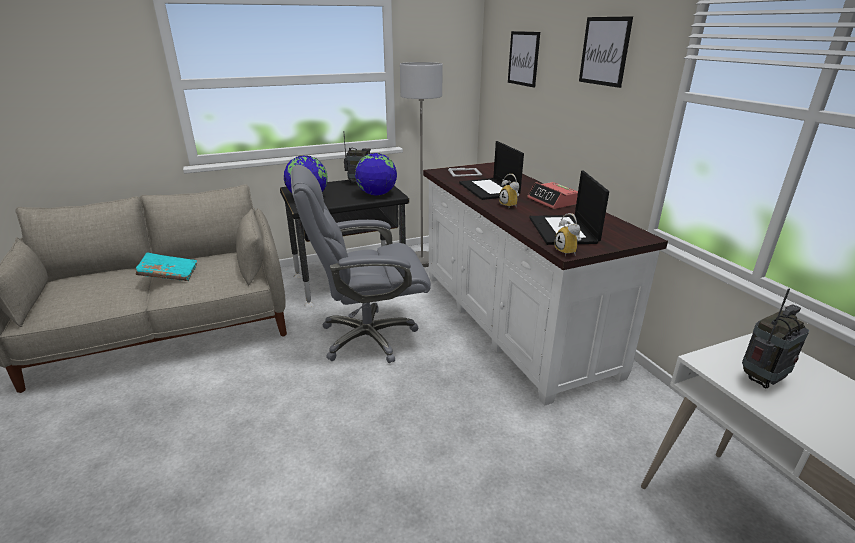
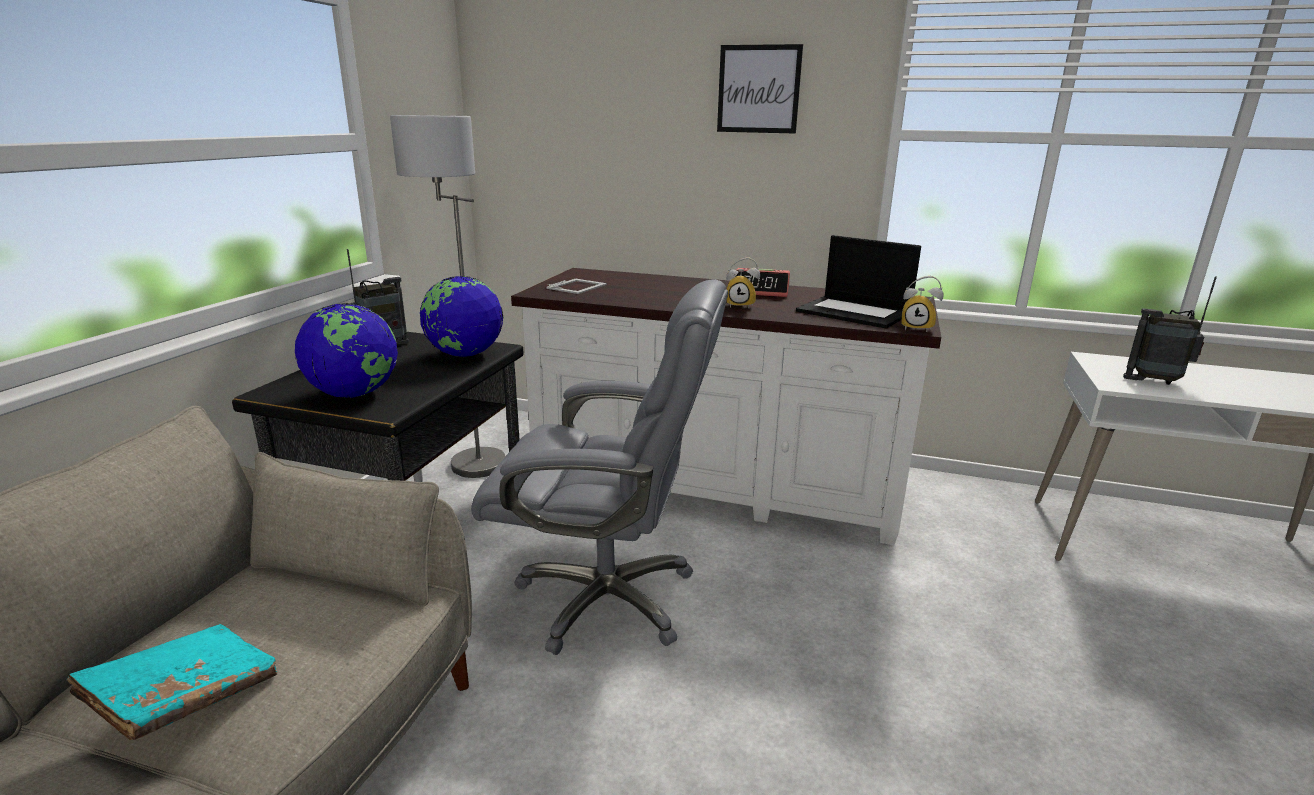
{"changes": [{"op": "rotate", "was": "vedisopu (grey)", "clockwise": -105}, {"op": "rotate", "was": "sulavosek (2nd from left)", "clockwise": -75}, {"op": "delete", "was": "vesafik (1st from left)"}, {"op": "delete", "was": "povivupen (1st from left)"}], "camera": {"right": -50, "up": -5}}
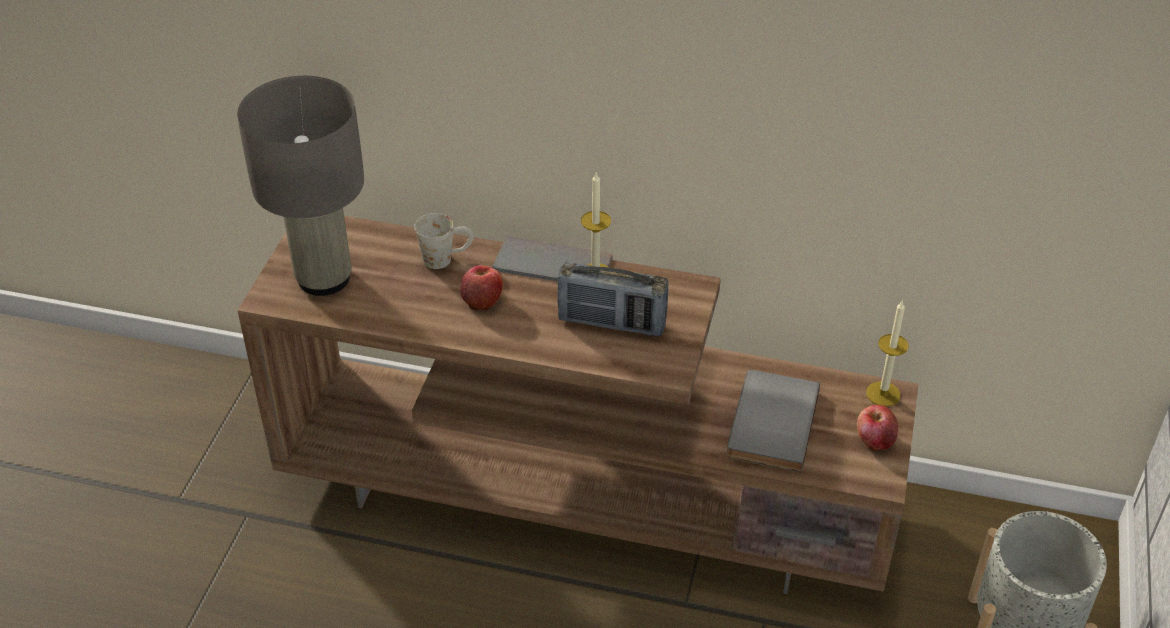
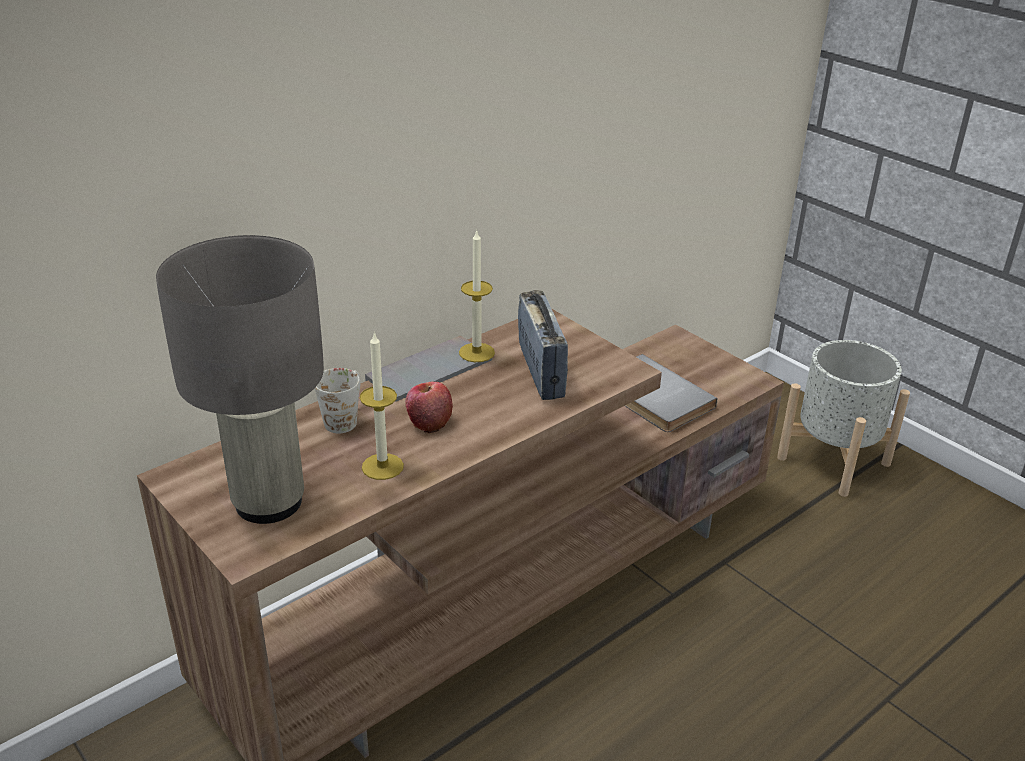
{"changes": [{"op": "move", "was": "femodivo (2nd from left in the first image)", "now": "femodivo (1st from left)"}, {"op": "rotate", "was": "sulavosek", "clockwise": -60}, {"op": "delete", "was": "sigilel (2nd from left)"}], "camera": {"right": -55, "up": -10}}
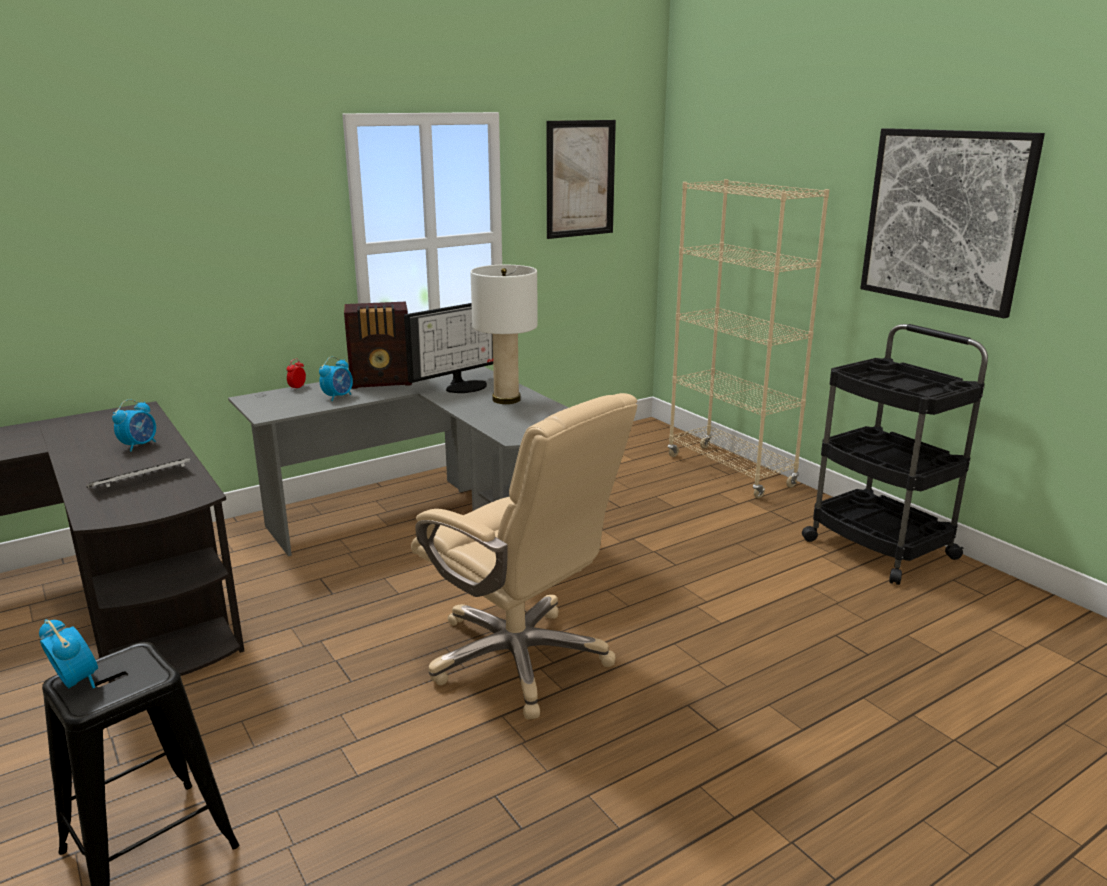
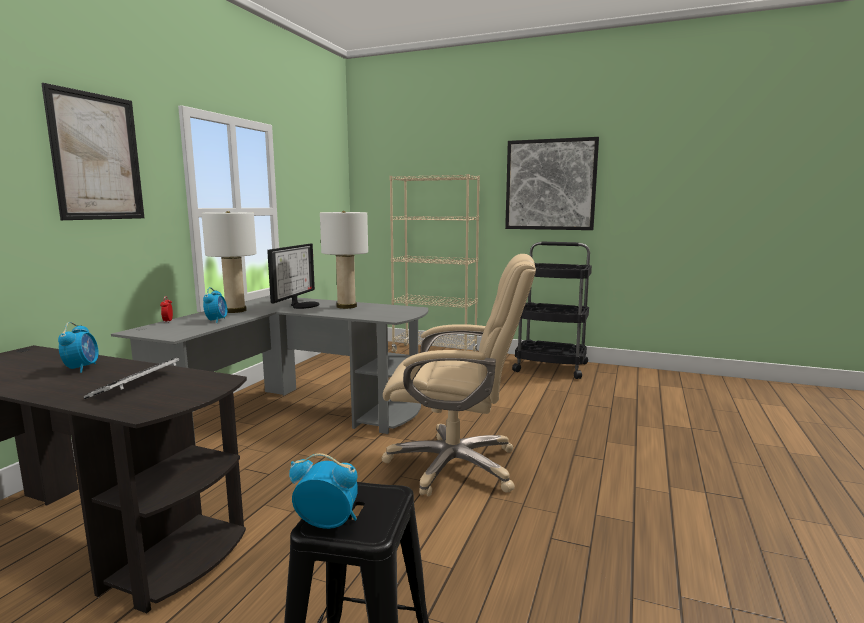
{"changes": [{"op": "move", "was": "povivupen (1st from left)"}, {"op": "replace", "was": "sulavosek", "now": "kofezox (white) (1st from left)"}], "camera": {"right": -35, "up": -10}}
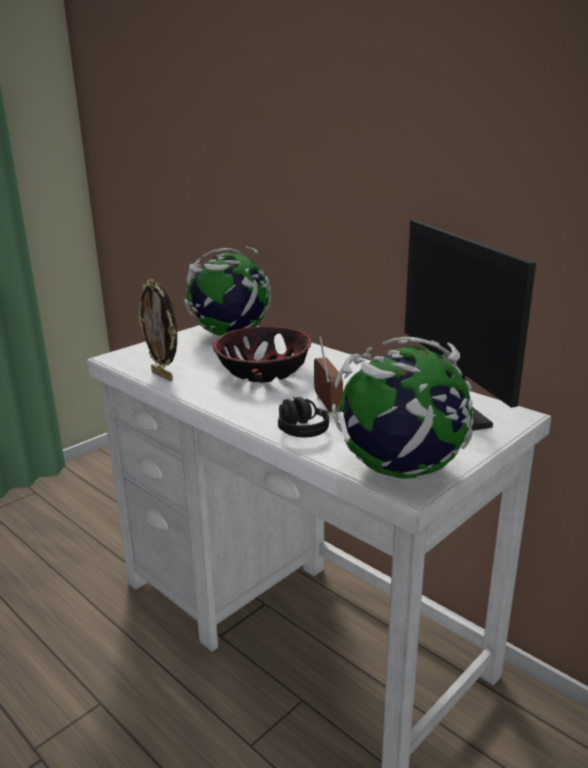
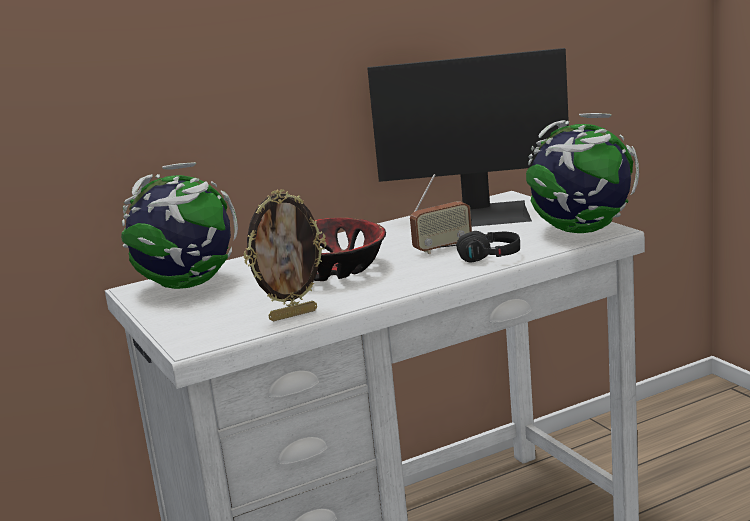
{"changes": [{"op": "rotate", "was": "sulavosek", "clockwise": 150}], "camera": {"right": -70, "up": -5}}
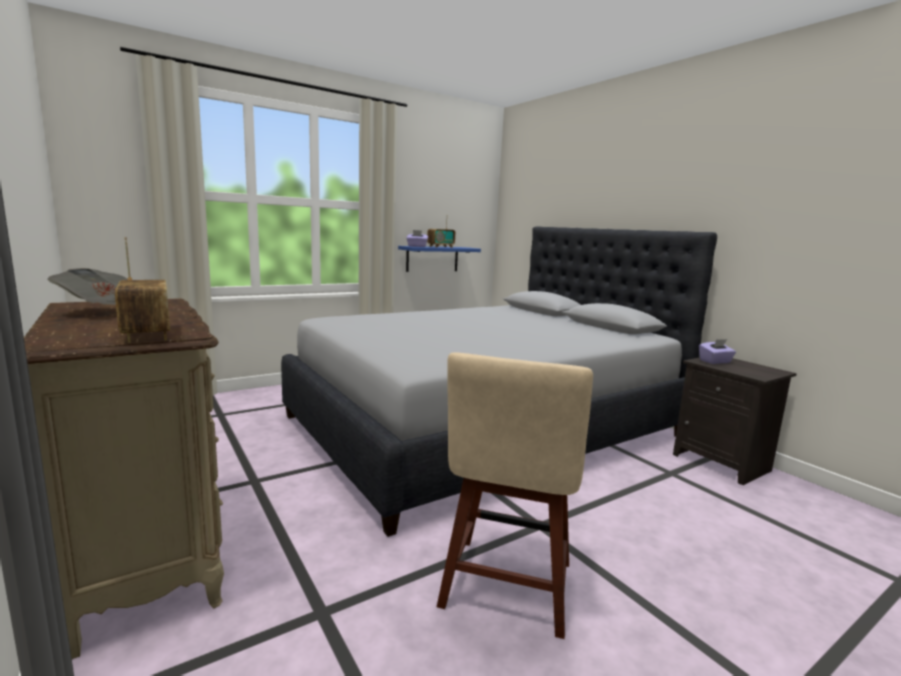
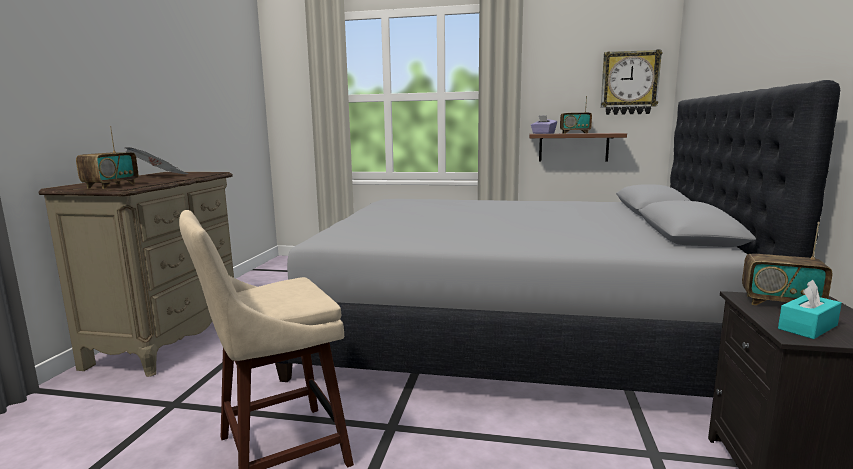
{"changes": [{"op": "recolor", "was": "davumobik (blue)", "now": "davumobik (brown)"}, {"op": "insert", "now": "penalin"}, {"op": "replace", "was": "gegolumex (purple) (2nd from left)", "now": "sulavosek (3rd from left)"}, {"op": "insert", "now": "gegolumex (turquoise)"}], "camera": {"right": 45, "up": 0}}
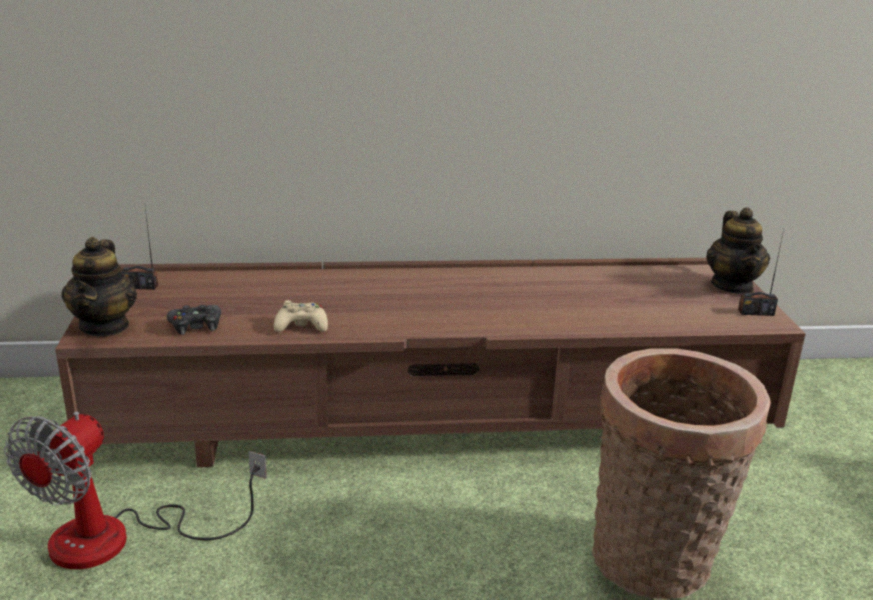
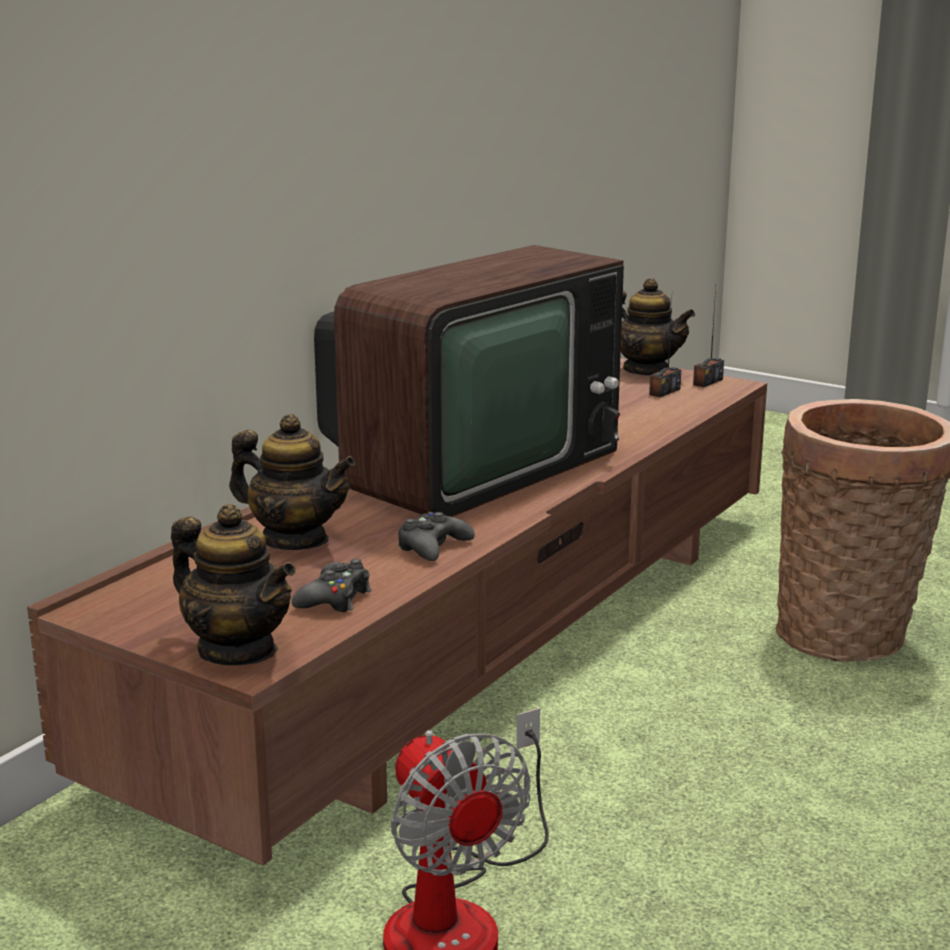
{"changes": [{"op": "insert", "now": "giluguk (2nd from left)"}, {"op": "insert", "now": "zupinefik"}, {"op": "recolor", "was": "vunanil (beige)", "now": "vunanil (black) (2nd from left)"}, {"op": "move", "was": "sulavosek (1st from left)"}], "camera": {"right": -50, "up": -5}}
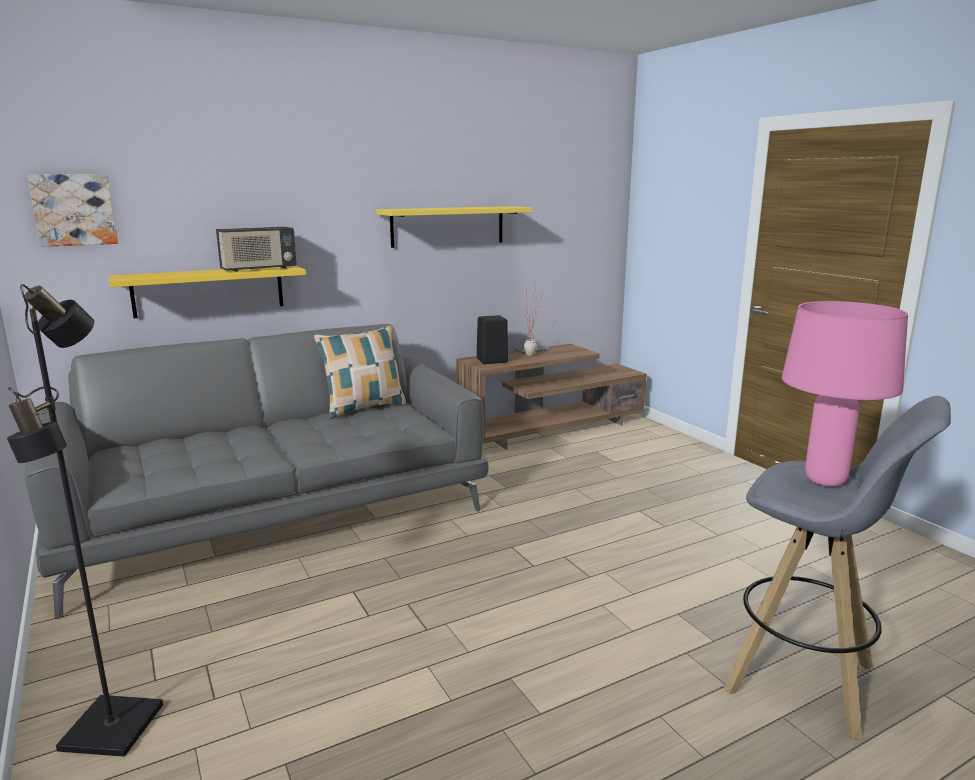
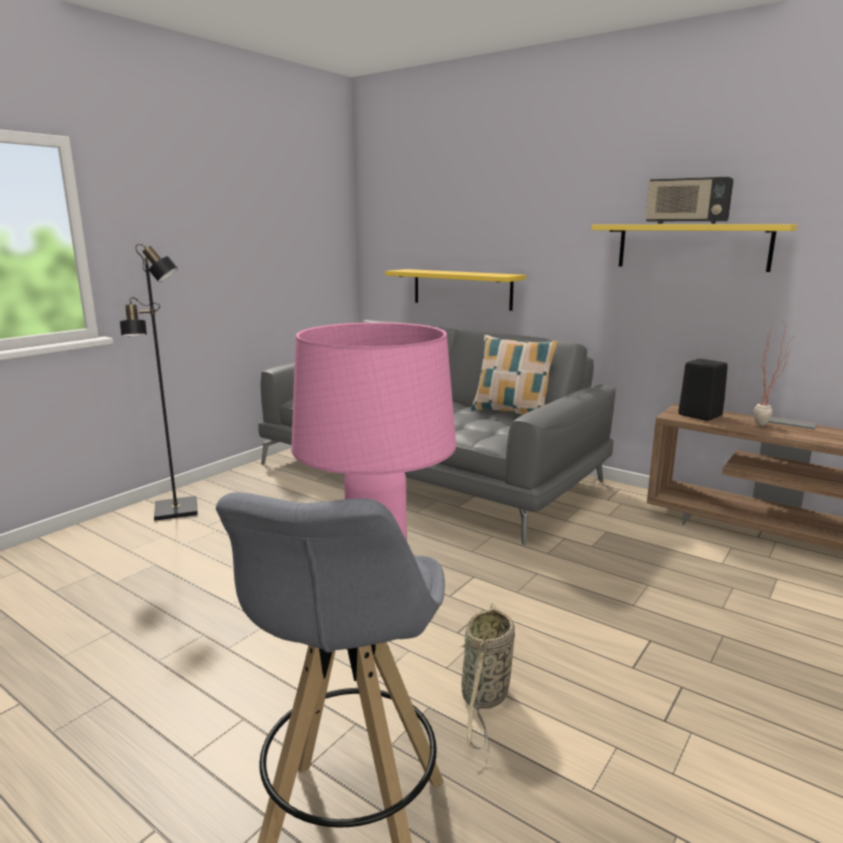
{"changes": [{"op": "insert", "now": "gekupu"}, {"op": "move", "was": "sulavosek"}, {"op": "delete", "was": "povivupen"}], "camera": {"right": 65, "up": 0}}
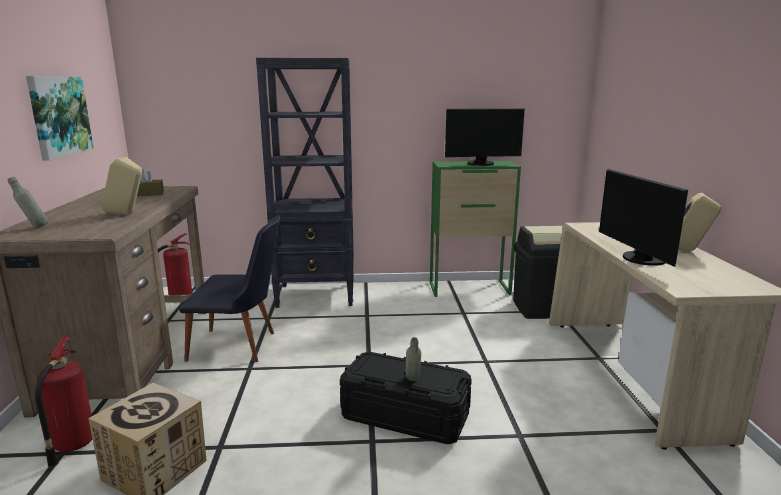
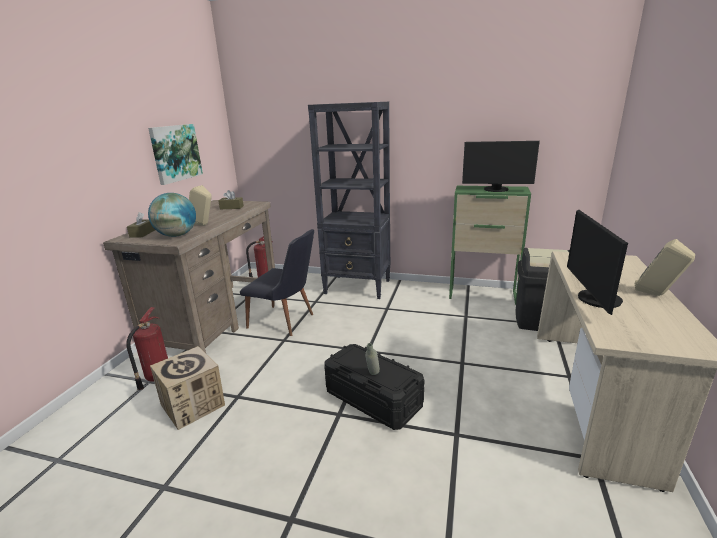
{"changes": [{"op": "replace", "was": "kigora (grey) (1st from left)", "now": "gegolumex (brown) (1st from left)"}, {"op": "insert", "now": "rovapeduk"}], "camera": {"right": 20, "up": 5}}
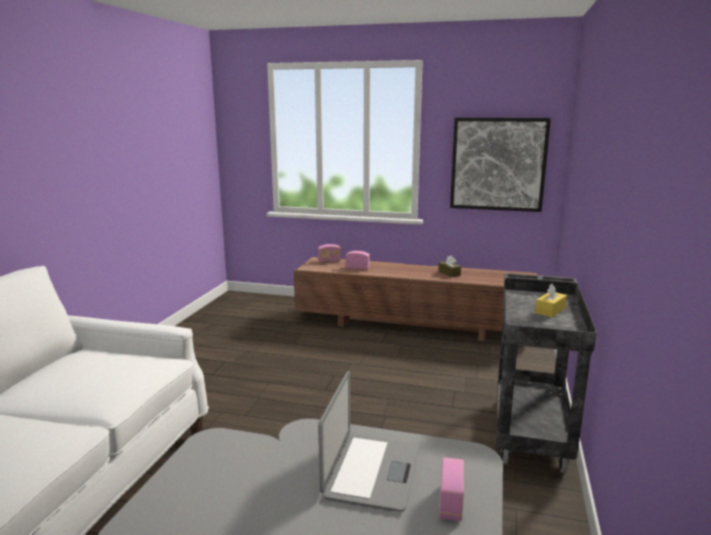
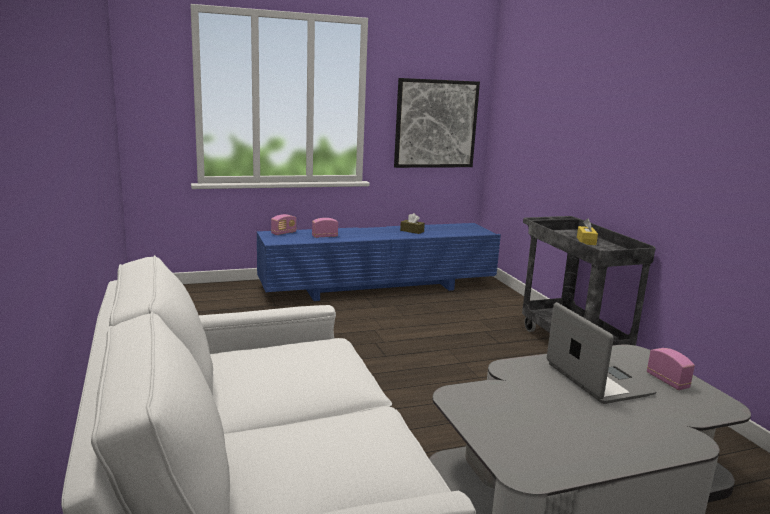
{"changes": [{"op": "recolor", "was": "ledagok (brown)", "now": "ledagok (blue)"}], "camera": {"right": -35, "up": 0}}
